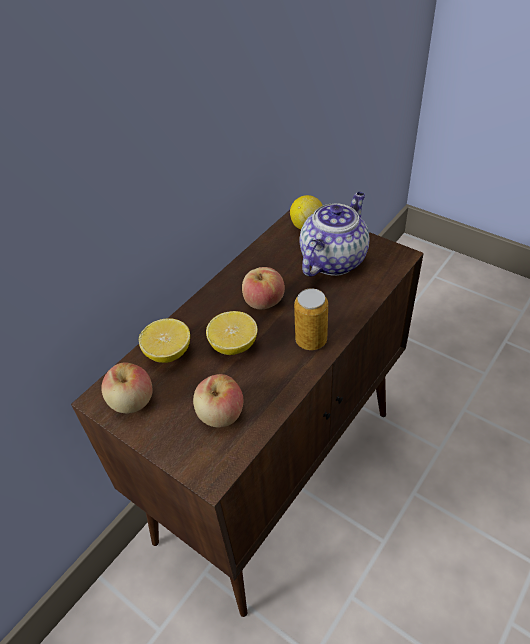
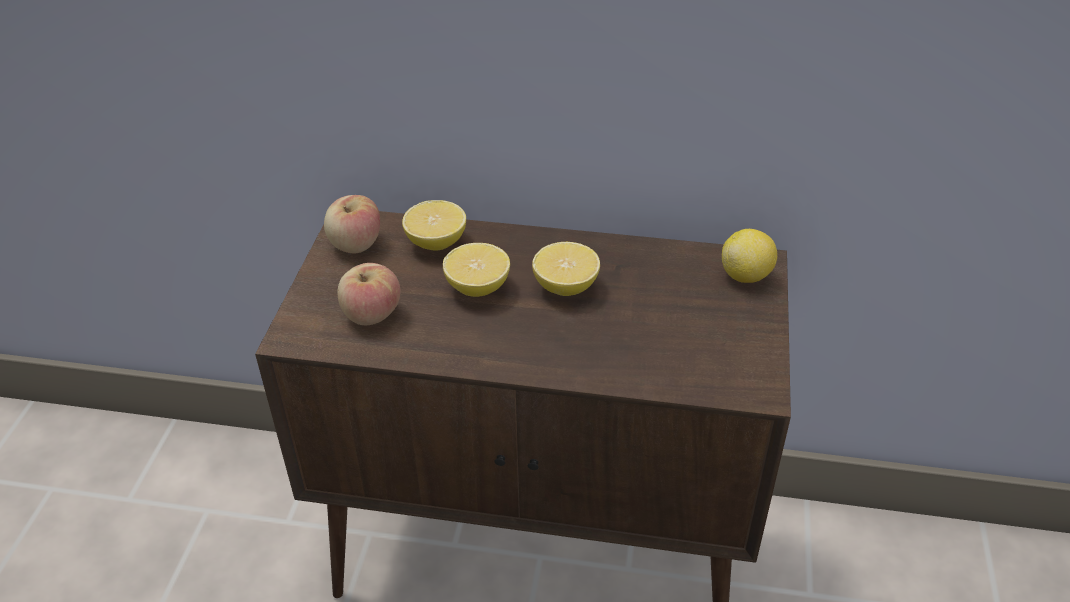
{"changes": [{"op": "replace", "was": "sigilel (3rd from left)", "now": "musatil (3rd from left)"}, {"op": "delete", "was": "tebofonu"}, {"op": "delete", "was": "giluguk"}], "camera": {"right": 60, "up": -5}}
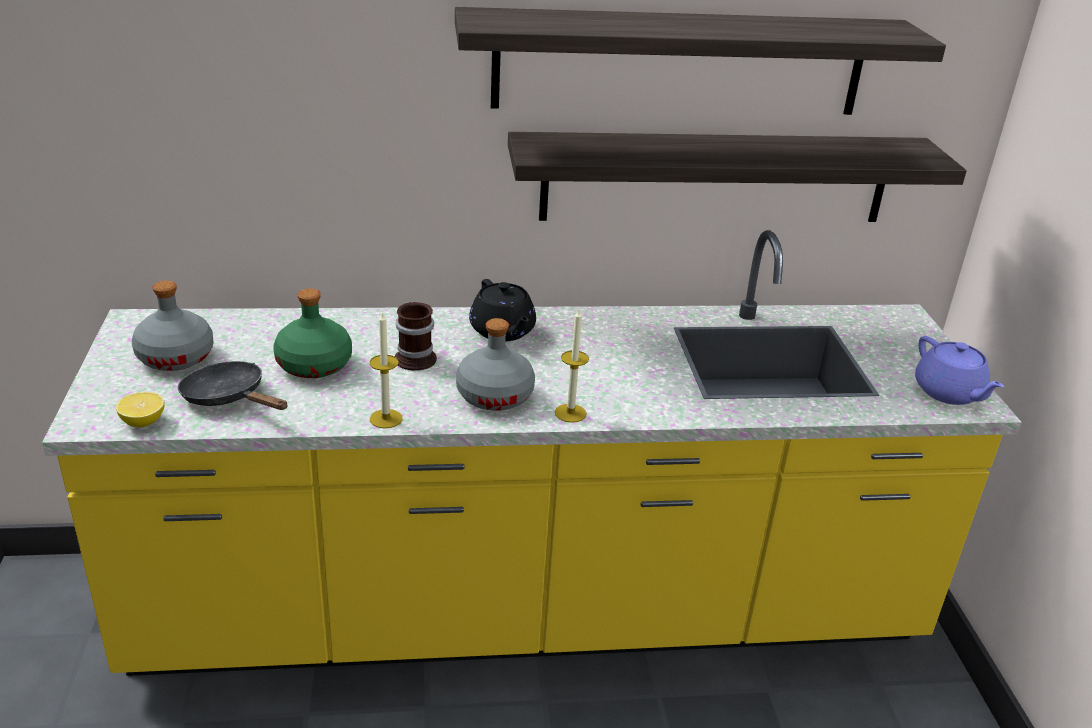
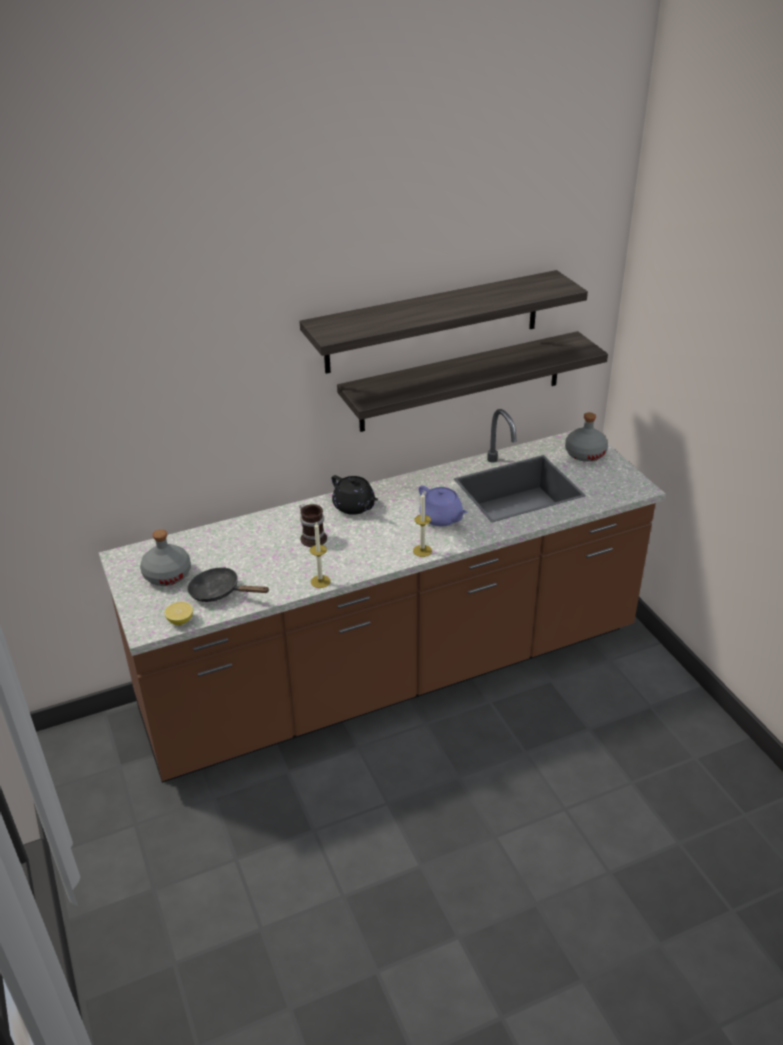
{"changes": [{"op": "recolor", "was": "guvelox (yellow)", "now": "guvelox (brown)"}, {"op": "move", "was": "giluguk (purple)"}, {"op": "move", "was": "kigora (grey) (2nd from left)"}, {"op": "delete", "was": "kigora (green)"}], "camera": {"right": -15, "up": 5}}
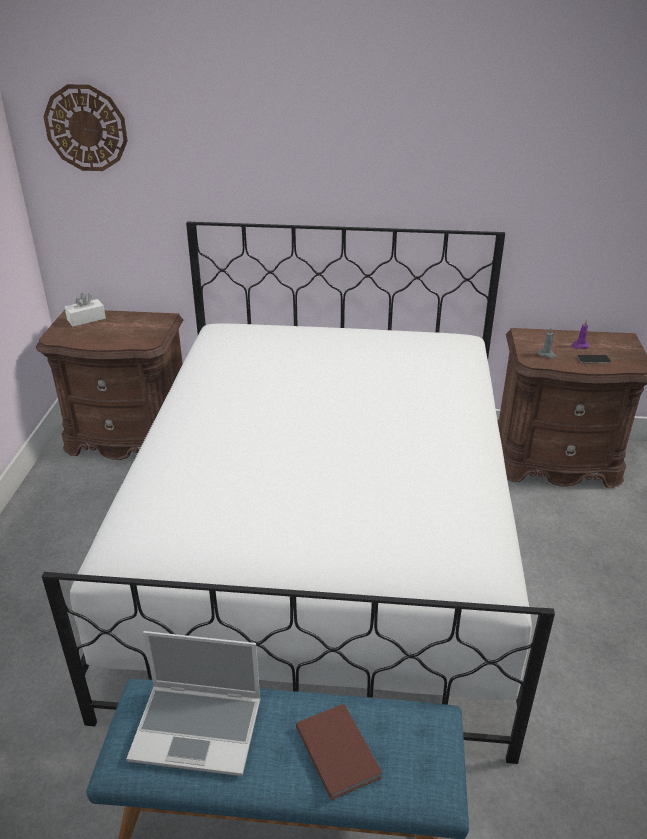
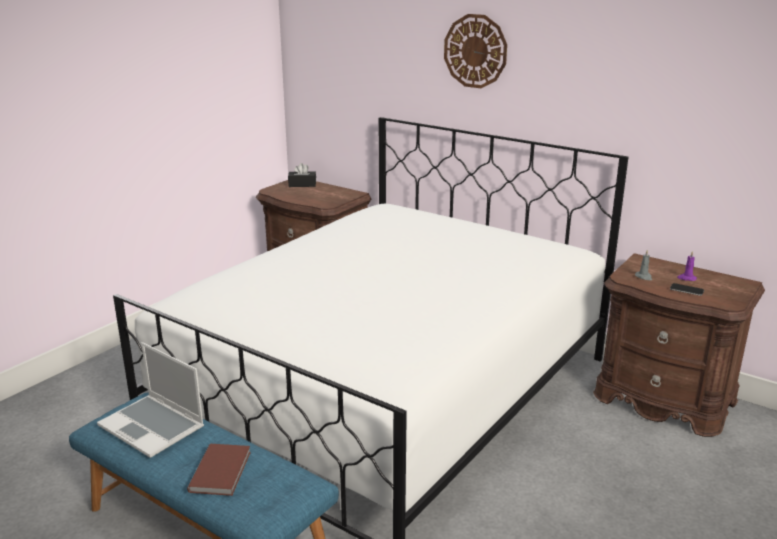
{"changes": [{"op": "recolor", "was": "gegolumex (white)", "now": "gegolumex (black)"}, {"op": "move", "was": "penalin"}], "camera": {"right": 30, "up": -10}}
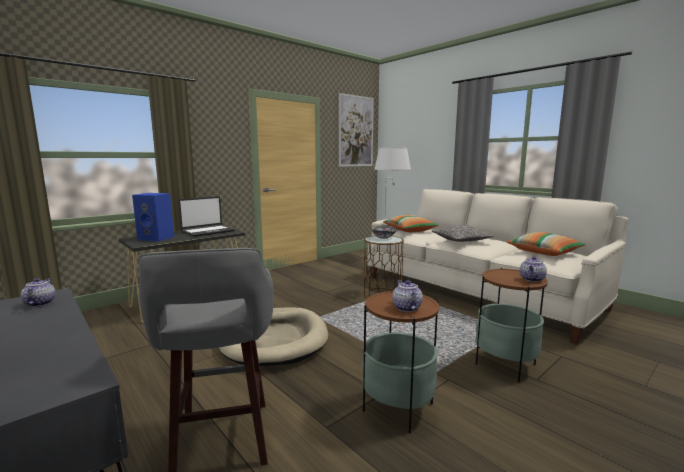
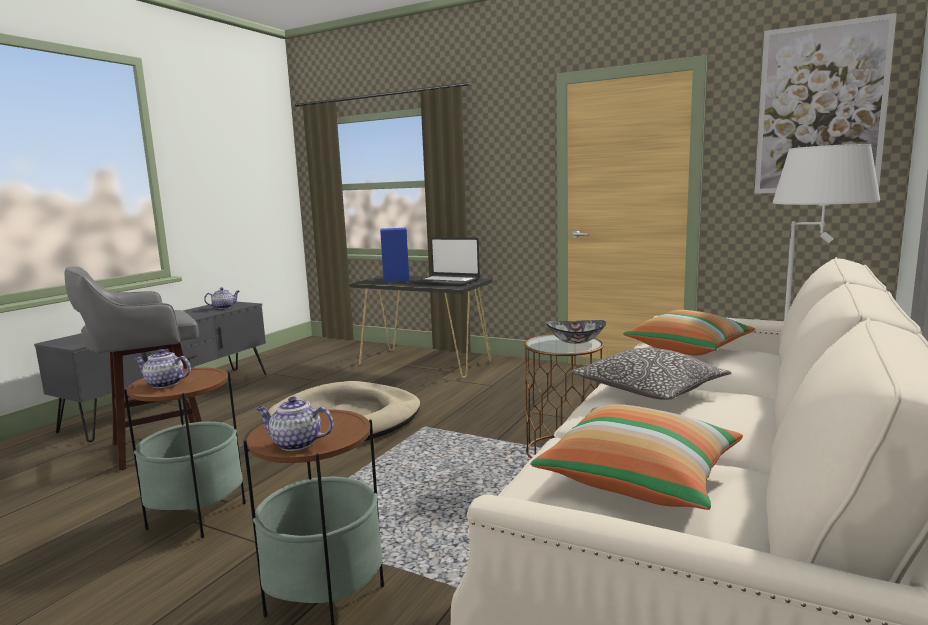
{"changes": [{"op": "rotate", "was": "giluguk (2nd from left in the first image)", "clockwise": -135}], "camera": {"right": 70, "up": 0}}
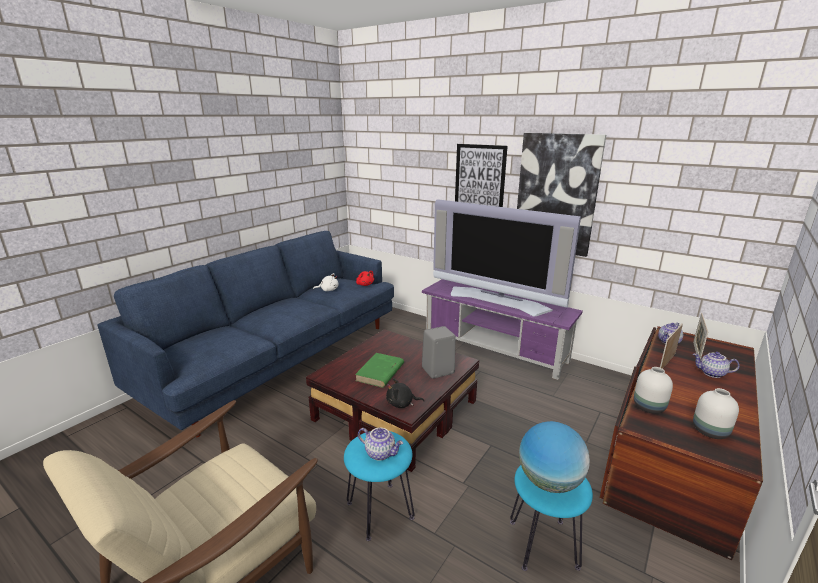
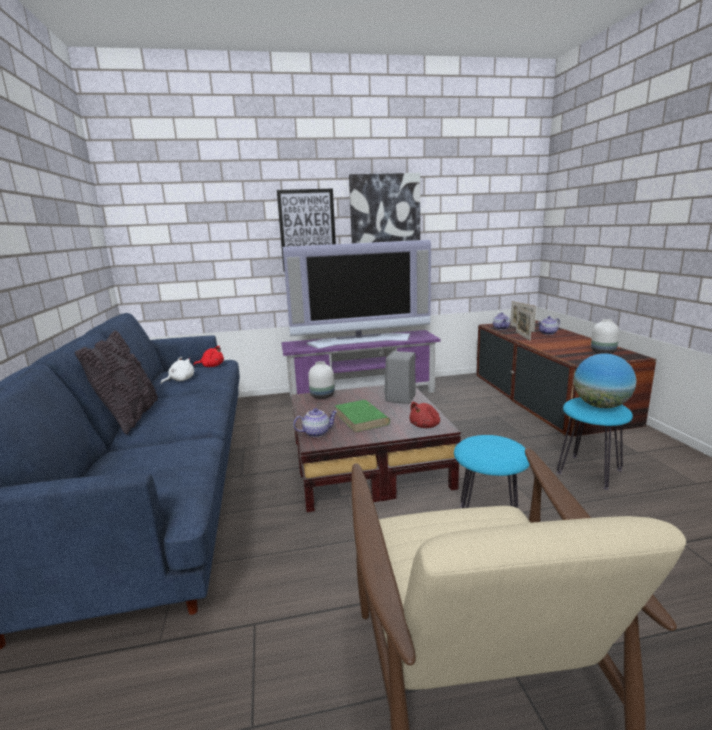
{"changes": [{"op": "insert", "now": "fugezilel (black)"}, {"op": "move", "was": "giluguk (1st from left)"}, {"op": "move", "was": "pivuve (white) (1st from left)"}, {"op": "recolor", "was": "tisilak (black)", "now": "tisilak (red) (2nd from left)"}], "camera": {"right": -45, "up": -5}}
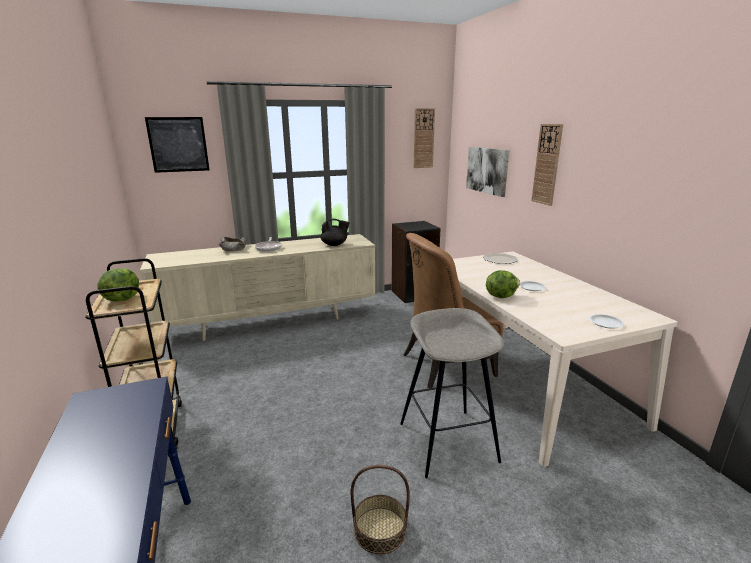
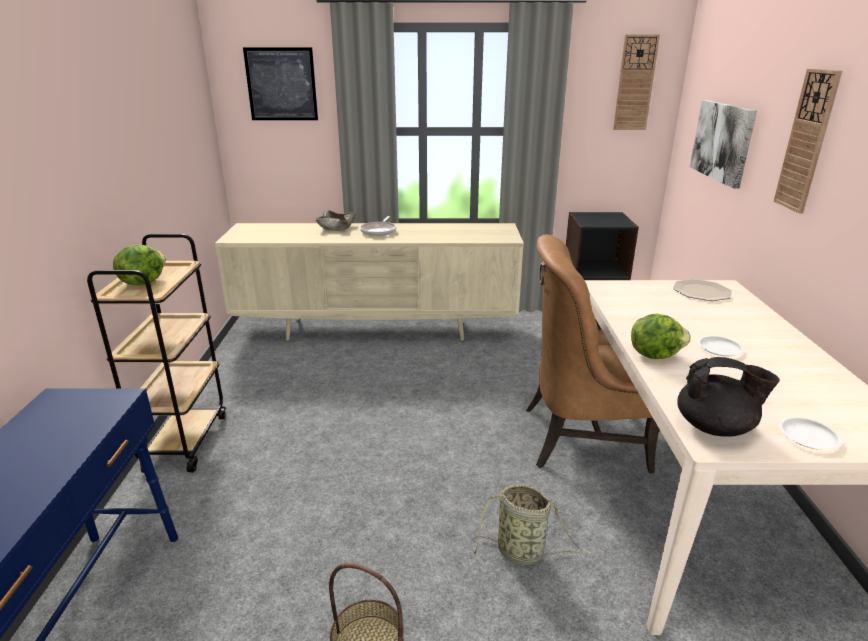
{"changes": [{"op": "replace", "was": "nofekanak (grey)", "now": "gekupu (2nd from left)"}, {"op": "move", "was": "giluguk (black)"}], "camera": {"right": 20, "up": 5}}
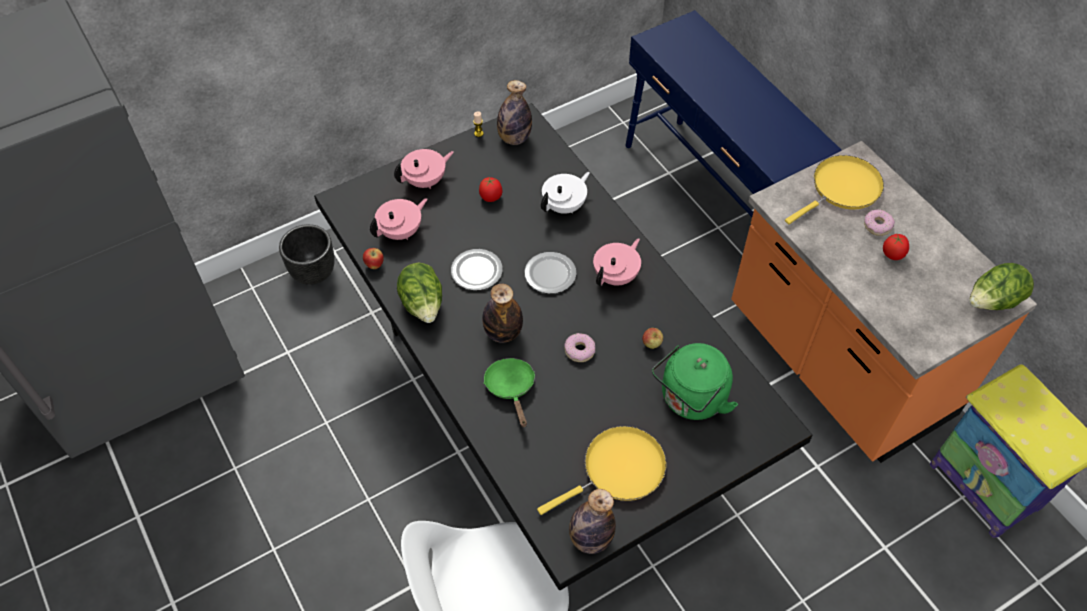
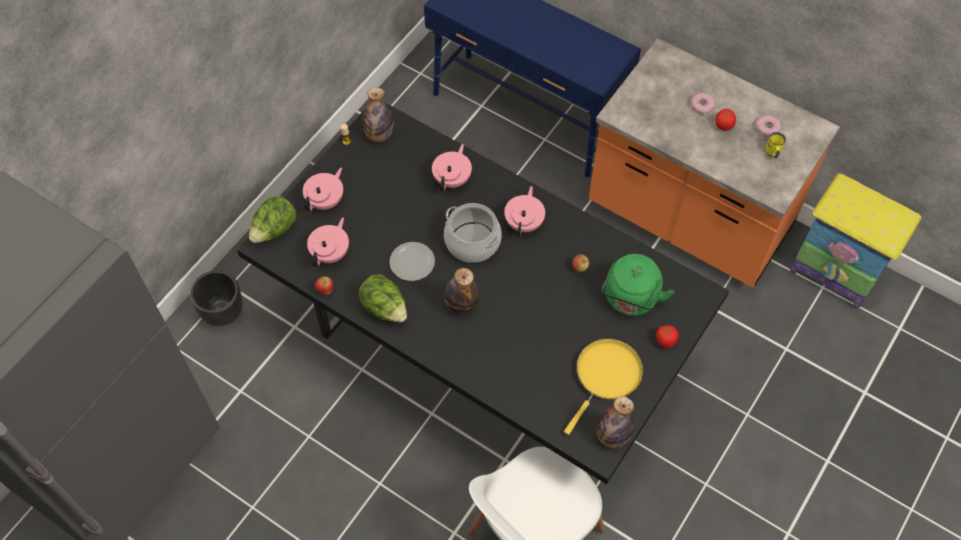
{"changes": [{"op": "move", "was": "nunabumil (2nd from left in the first image)", "now": "nunabumil (1st from left)"}, {"op": "recolor", "was": "giluguk (white)", "now": "giluguk (pink) (3rd from left)"}, {"op": "replace", "was": "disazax (2nd from left)", "now": "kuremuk"}, {"op": "move", "was": "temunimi (1st from left)"}, {"op": "move", "was": "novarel (1st from left in the first image)", "now": "novarel (2nd from left)"}, {"op": "insert", "now": "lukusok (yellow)"}, {"op": "delete", "was": "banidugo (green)"}, {"op": "delete", "was": "banidugo (yellow) (2nd from left)"}], "camera": {"right": -25, "up": 5}}
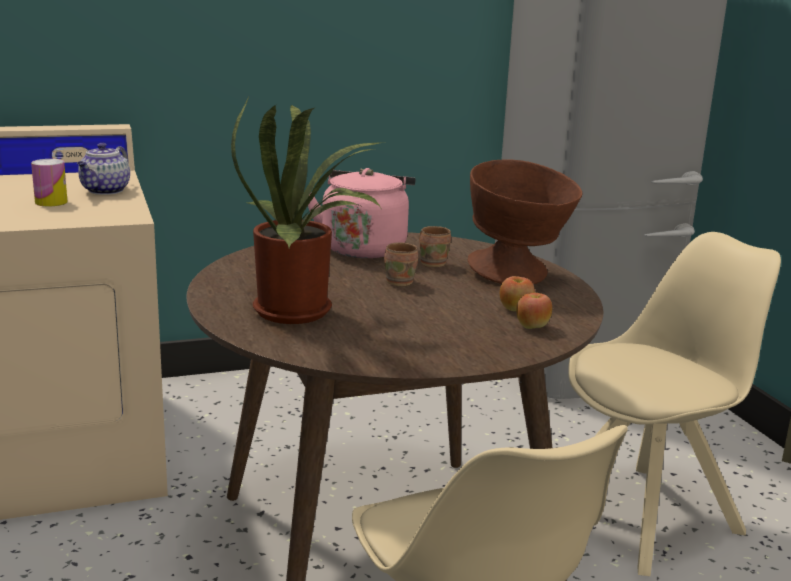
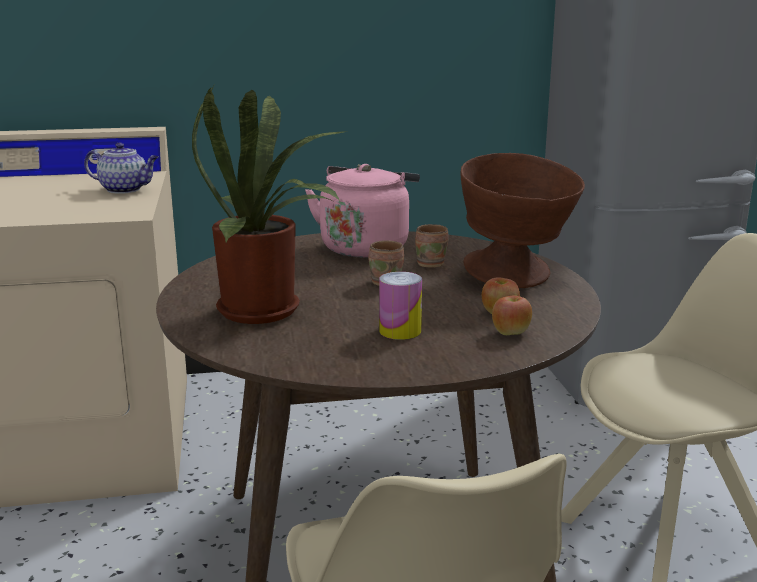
{"changes": [{"op": "rotate", "was": "giluguk", "clockwise": -105}, {"op": "move", "was": "tebofonu"}], "camera": {"right": 10, "up": 0}}
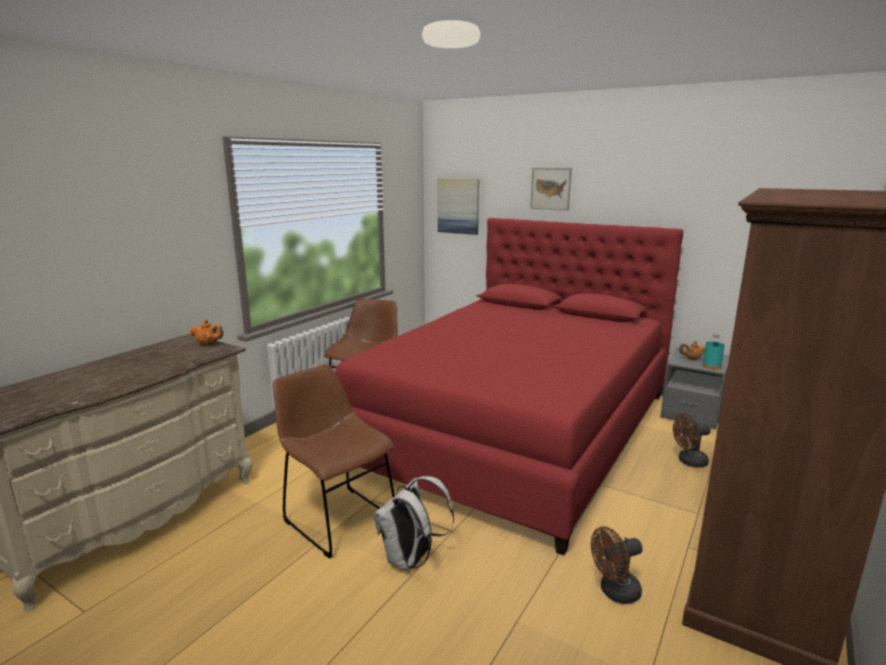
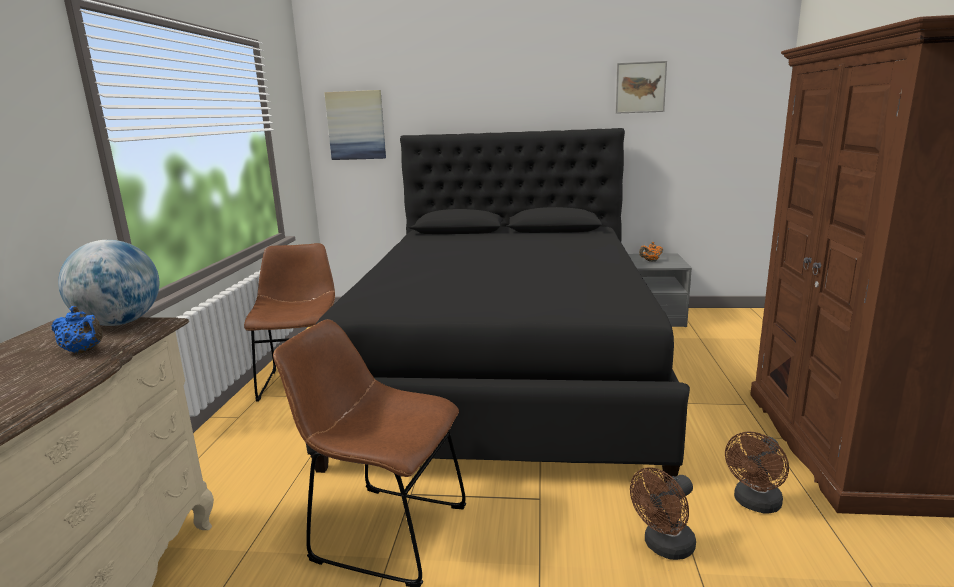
{"changes": [{"op": "insert", "now": "giluguk (blue)"}, {"op": "replace", "was": "giluguk (orange) (1st from left)", "now": "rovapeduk"}, {"op": "recolor", "was": "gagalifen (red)", "now": "gagalifen (black)"}, {"op": "move", "was": "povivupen (2nd from left)"}, {"op": "move", "was": "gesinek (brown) (2nd from left in the first image)", "now": "gesinek (brown) (1st from left)"}, {"op": "delete", "was": "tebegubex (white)"}, {"op": "delete", "was": "kigora (turquoise)"}], "camera": {"right": -25, "up": 0}}
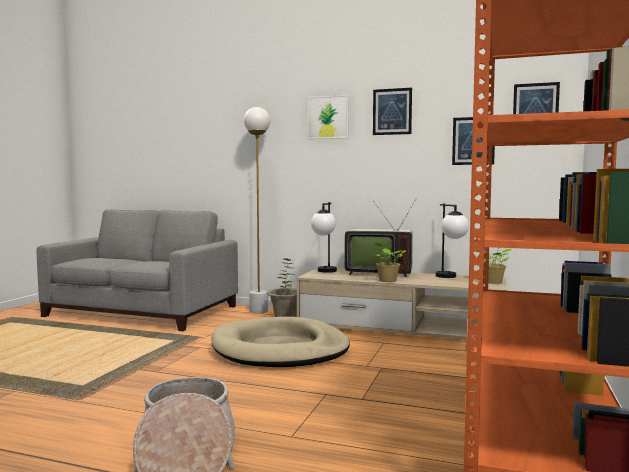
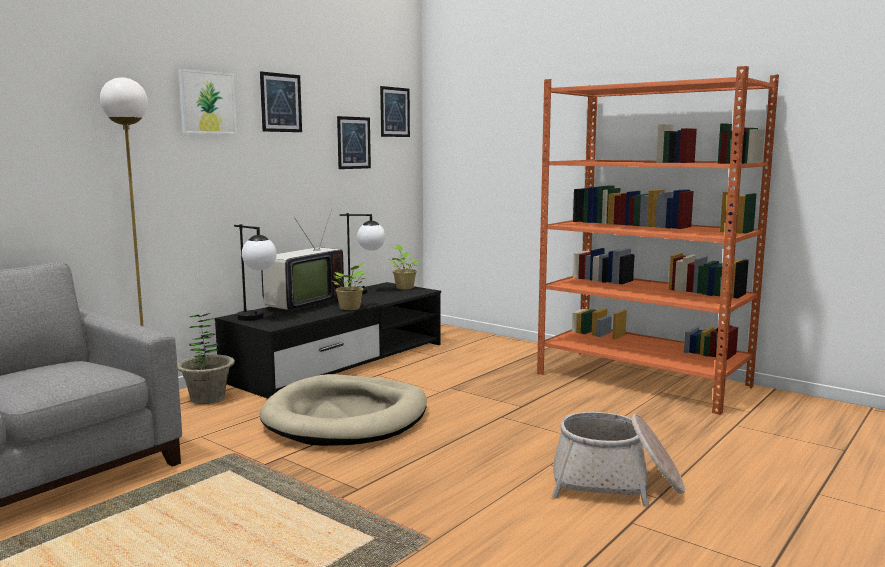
{"changes": [{"op": "recolor", "was": "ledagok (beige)", "now": "ledagok (black)"}], "camera": {"right": -70, "up": 5}}
